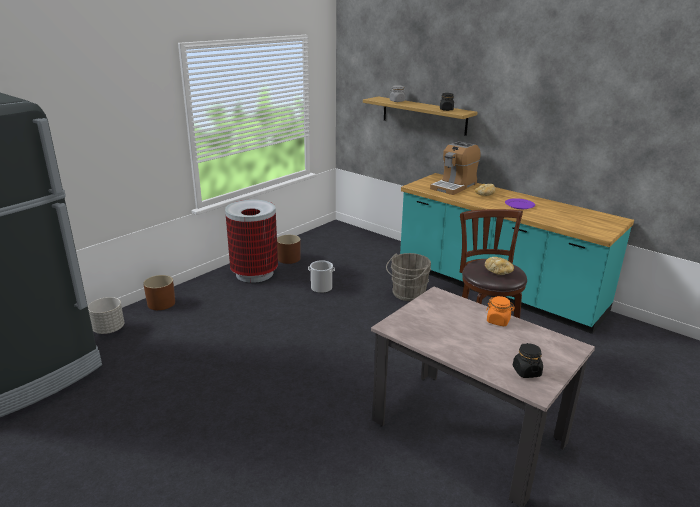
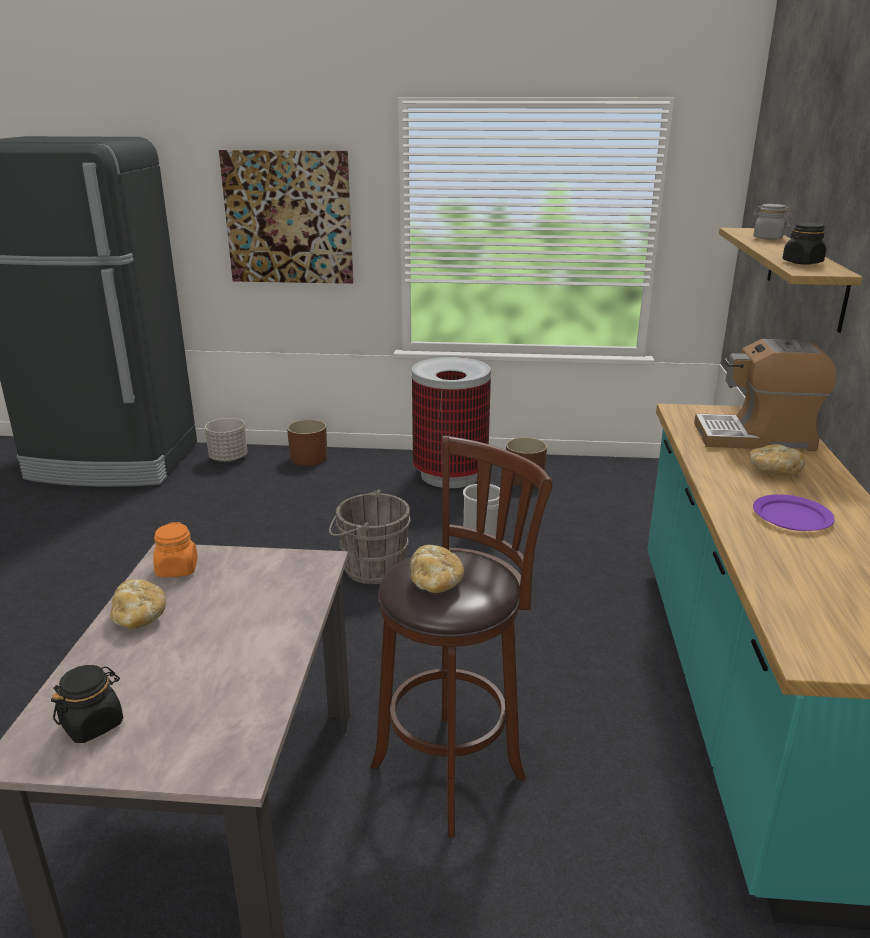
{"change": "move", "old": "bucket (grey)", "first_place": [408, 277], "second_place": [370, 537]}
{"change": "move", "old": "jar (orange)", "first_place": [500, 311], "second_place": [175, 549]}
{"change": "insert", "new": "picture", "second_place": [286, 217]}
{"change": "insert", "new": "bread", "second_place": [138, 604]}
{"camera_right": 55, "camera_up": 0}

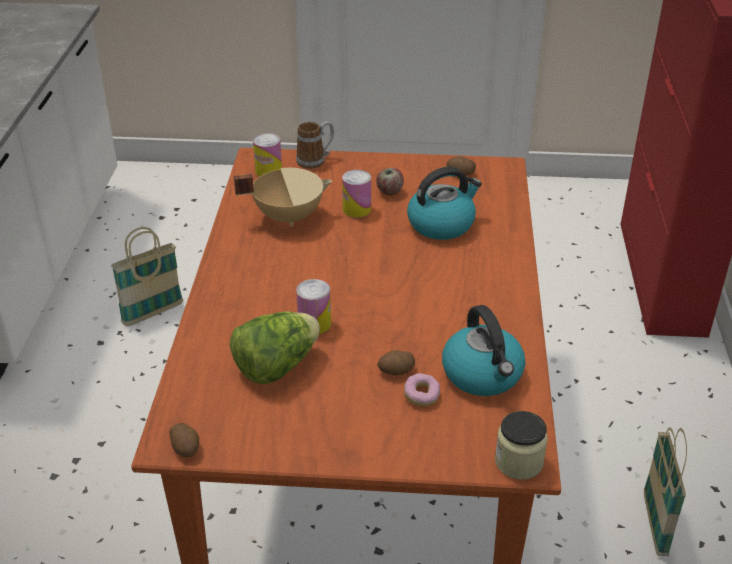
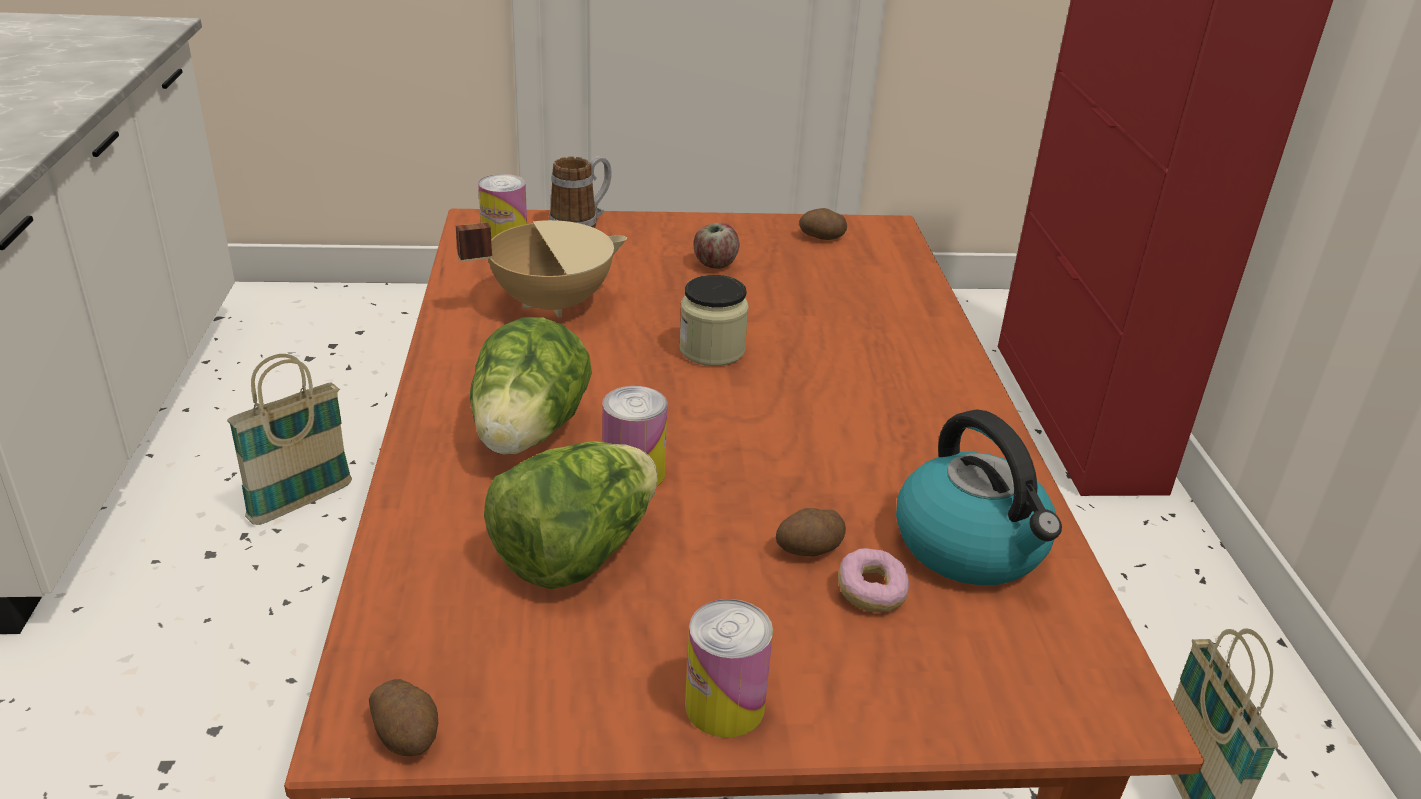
{"change": "delete", "old": "kettle", "first_place": [444, 203]}
{"change": "move", "old": "can", "first_place": [356, 194], "second_place": [729, 668]}
{"change": "move", "old": "jar", "first_place": [521, 445], "second_place": [714, 320]}
{"change": "insert", "new": "lettuce", "second_place": [531, 386]}
{"camera_right": -10, "camera_up": -5}

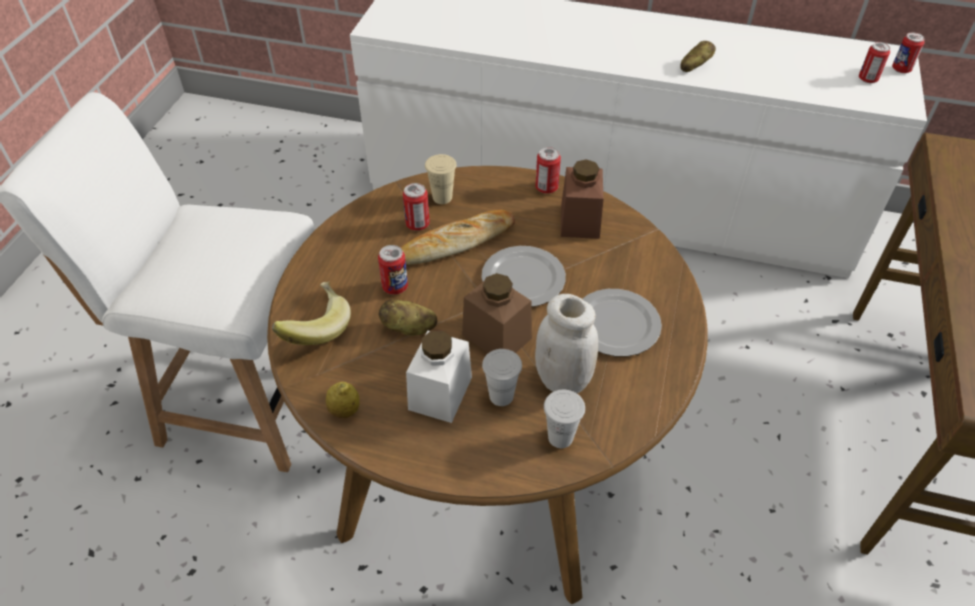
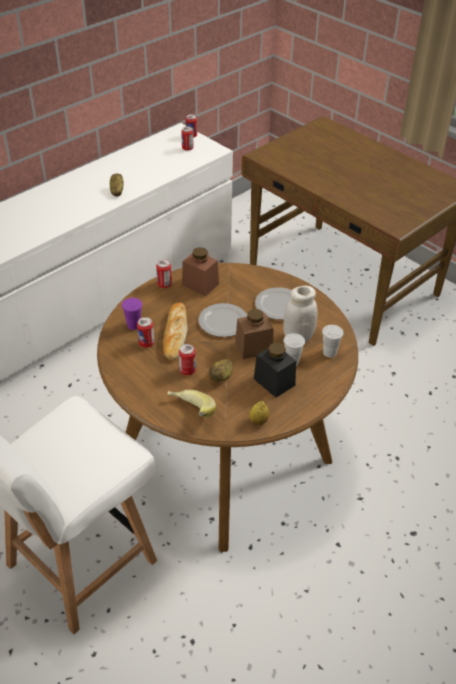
{"change": "recolor", "old": "cup (beige)", "new": "cup (purple)", "first_place": [441, 179], "second_place": [132, 314]}
{"change": "recolor", "old": "jar (white)", "new": "jar (black)", "first_place": [439, 377], "second_place": [275, 370]}
{"camera_right": -60, "camera_up": -5}

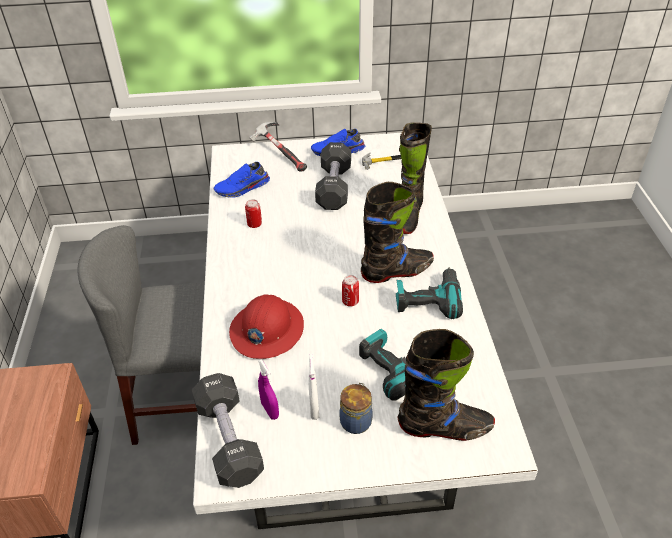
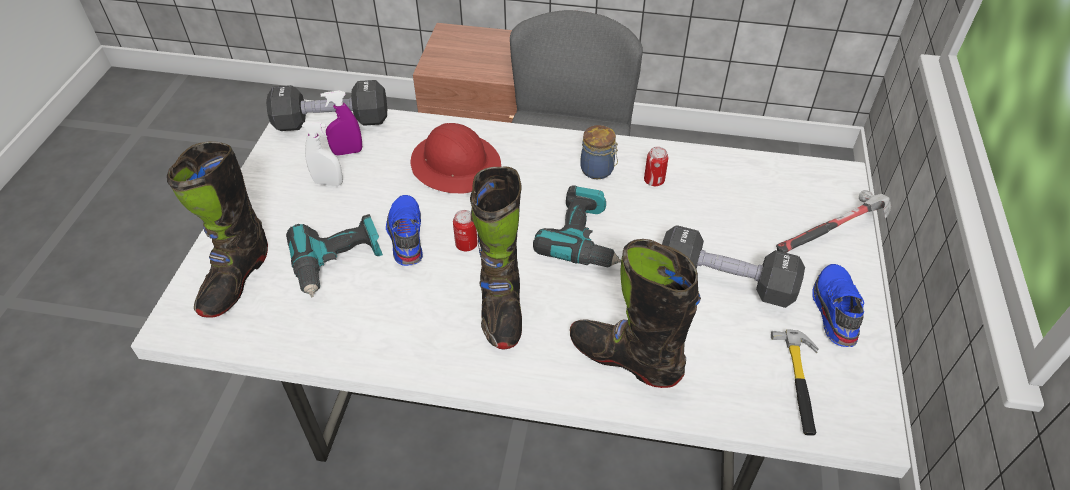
{"change": "move", "old": "shoe (blue)", "first_place": [241, 180], "second_place": [404, 230]}
{"change": "move", "old": "power drill", "first_place": [429, 293], "second_place": [577, 227]}
{"change": "move", "old": "jar", "first_place": [356, 408], "second_place": [599, 152]}
{"camera_right": 105, "camera_up": 5}

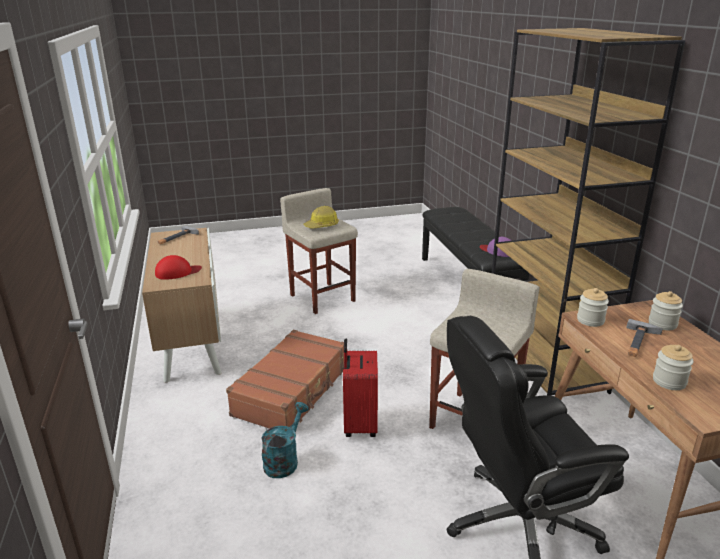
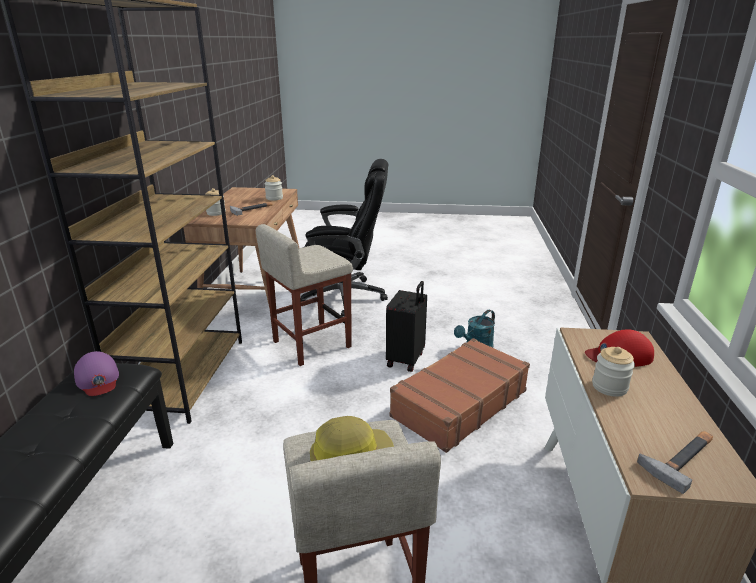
{"change": "move", "old": "jar", "first_place": [593, 307], "second_place": [613, 372]}
{"change": "recolor", "old": "suitcase (red)", "new": "suitcase (black)", "first_place": [360, 388], "second_place": [406, 326]}
{"camera_right": -160, "camera_up": 0}

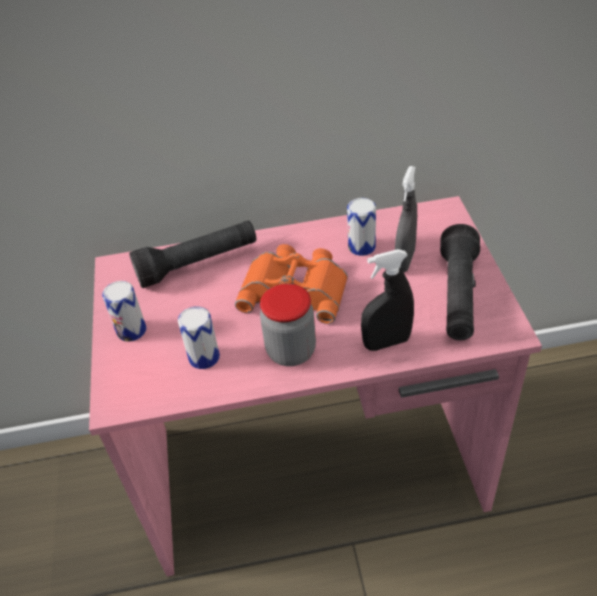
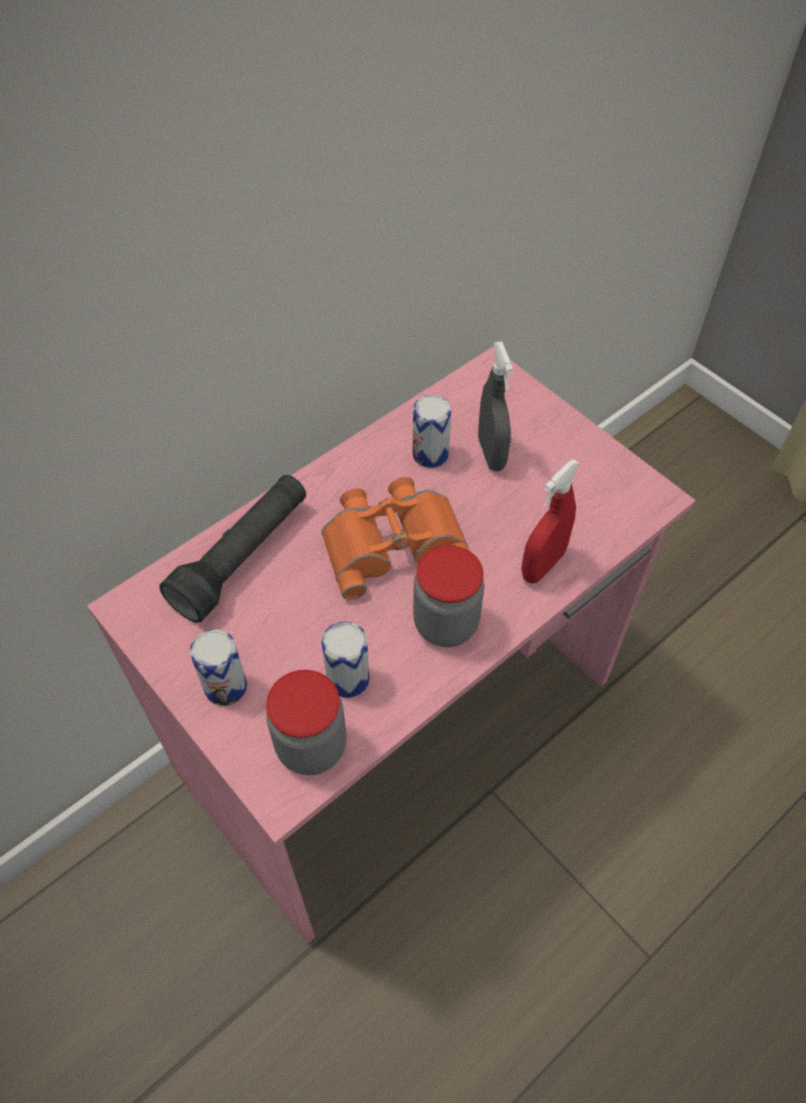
{"change": "delete", "old": "flashlight (black)", "first_place": [460, 282]}
{"change": "recolor", "old": "spray bottle (black)", "new": "spray bottle (red)", "first_place": [387, 300], "second_place": [550, 521]}
{"change": "insert", "new": "jar", "second_place": [306, 722]}
{"camera_right": -35, "camera_up": 10}

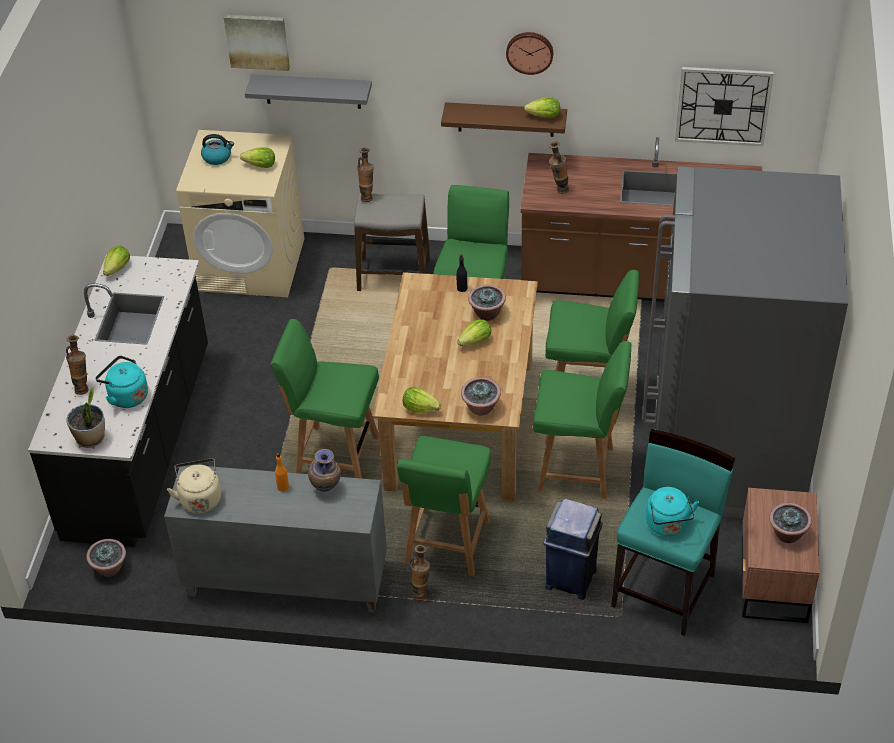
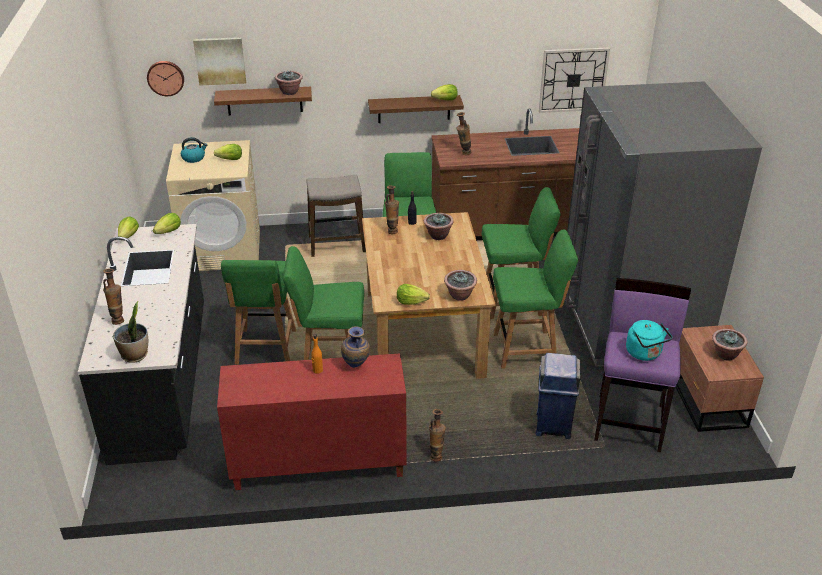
{"change": "move", "old": "wall clock", "first_place": [529, 53], "second_place": [165, 78]}
{"change": "recolor", "old": "shelf (grey)", "new": "shelf (brown)", "first_place": [308, 91], "second_place": [263, 101]}
{"change": "move", "old": "vase", "first_place": [365, 174], "second_place": [392, 209]}
{"change": "move", "old": "lettuce", "first_place": [474, 332], "second_place": [167, 223]}
{"change": "delete", "old": "kettle (turquoise)", "first_place": [121, 382]}
{"change": "recolor", "old": "stool (turquoise)", "new": "stool (purple)", "first_place": [673, 532], "second_place": [642, 365]}
{"change": "move", "old": "chair (green)", "first_place": [444, 506], "second_place": [258, 312]}
{"change": "delete", "old": "kettle (beige)", "first_place": [194, 485]}
{"change": "recolor", "old": "cabinet (grey)", "new": "cabinet (red)", "first_place": [275, 539], "second_place": [312, 421]}
{"change": "move", "old": "potted plant", "first_place": [106, 558], "second_place": [289, 82]}
{"camera_right": -15, "camera_up": -10}

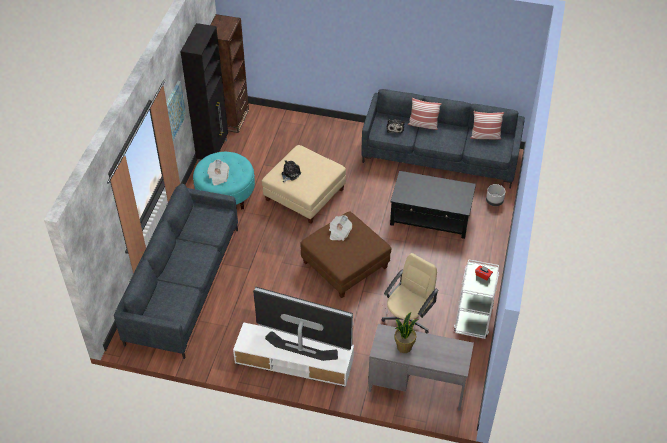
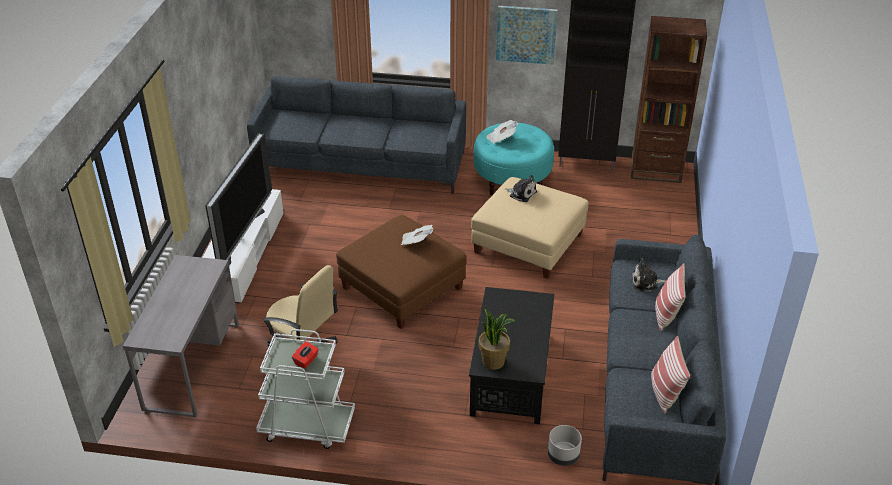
{"change": "move", "old": "potted plant", "first_place": [406, 332], "second_place": [496, 339]}
{"camera_right": 85, "camera_up": -10}

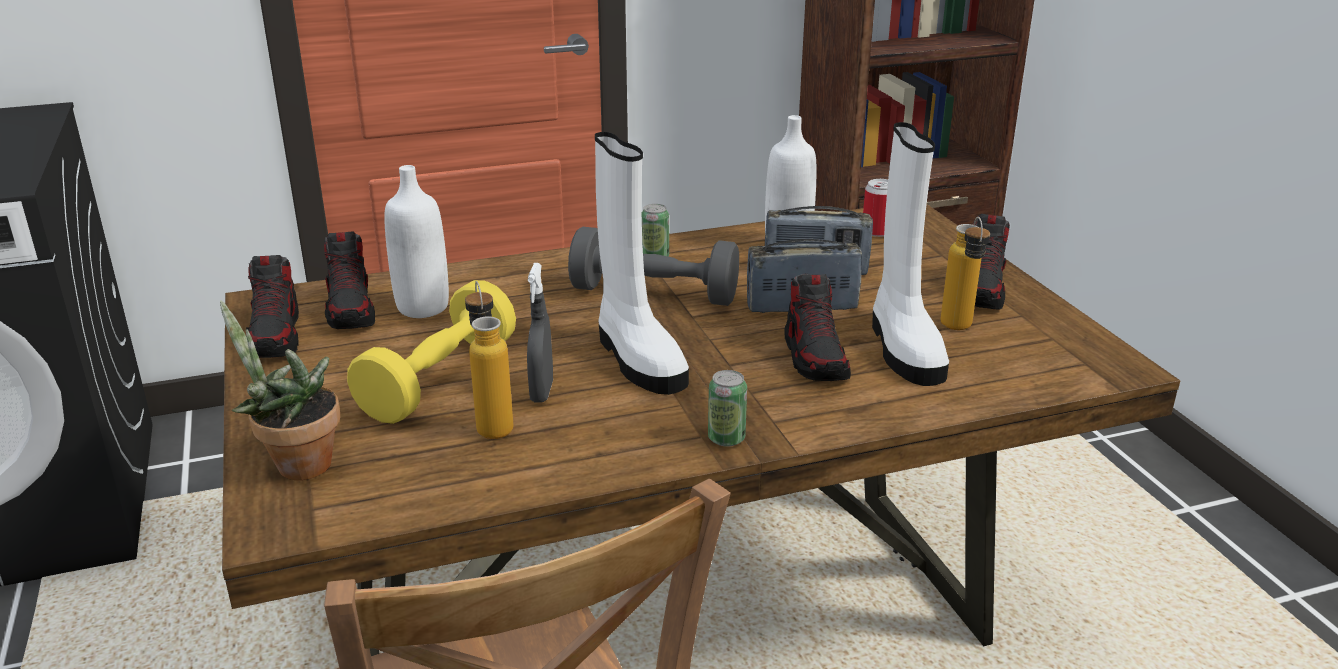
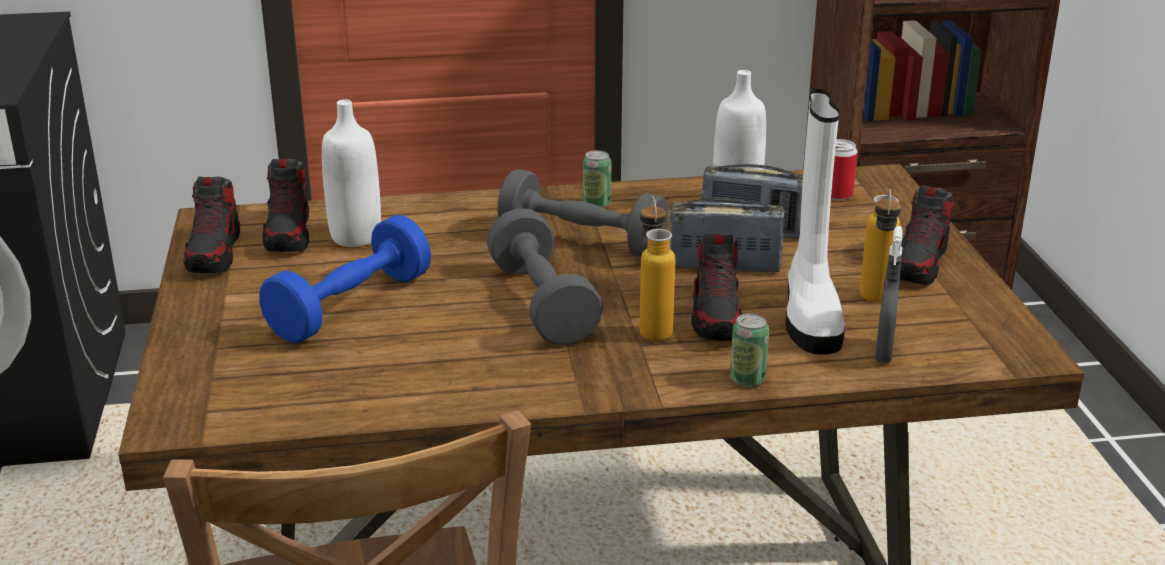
{"change": "replace", "old": "boot (white)", "new": "dumbbell (grey)", "first_place": [642, 263], "second_place": [545, 276]}
{"change": "move", "old": "spray bottle (grey)", "first_place": [540, 333], "second_place": [889, 294]}
{"change": "recolor", "old": "dumbbell (yellow)", "new": "dumbbell (blue)", "first_place": [431, 352], "second_place": [345, 279]}
{"change": "move", "old": "bottle", "first_place": [489, 360], "second_place": [657, 268]}
{"change": "delete", "old": "potted plant", "first_place": [280, 390]}
{"change": "move", "old": "can", "first_place": [727, 408], "second_place": [749, 349]}
{"camera_right": 10, "camera_up": 0}

